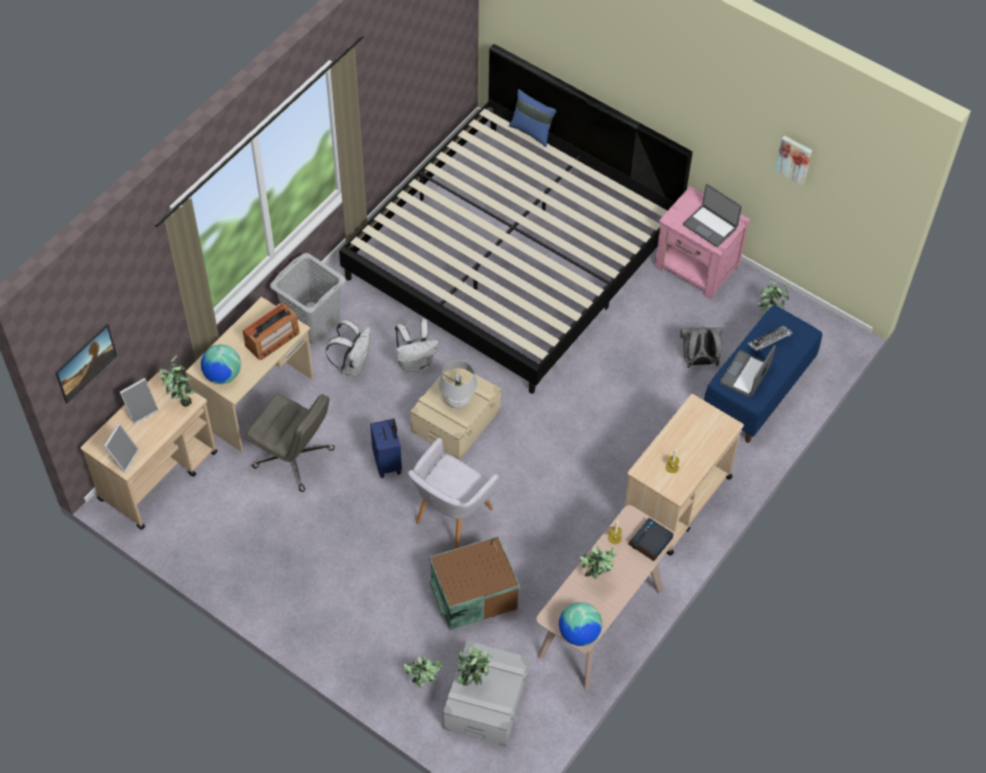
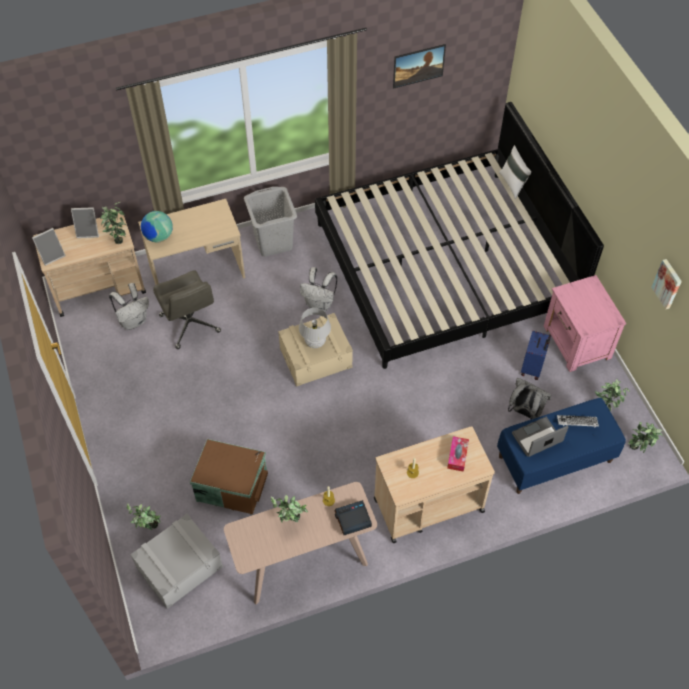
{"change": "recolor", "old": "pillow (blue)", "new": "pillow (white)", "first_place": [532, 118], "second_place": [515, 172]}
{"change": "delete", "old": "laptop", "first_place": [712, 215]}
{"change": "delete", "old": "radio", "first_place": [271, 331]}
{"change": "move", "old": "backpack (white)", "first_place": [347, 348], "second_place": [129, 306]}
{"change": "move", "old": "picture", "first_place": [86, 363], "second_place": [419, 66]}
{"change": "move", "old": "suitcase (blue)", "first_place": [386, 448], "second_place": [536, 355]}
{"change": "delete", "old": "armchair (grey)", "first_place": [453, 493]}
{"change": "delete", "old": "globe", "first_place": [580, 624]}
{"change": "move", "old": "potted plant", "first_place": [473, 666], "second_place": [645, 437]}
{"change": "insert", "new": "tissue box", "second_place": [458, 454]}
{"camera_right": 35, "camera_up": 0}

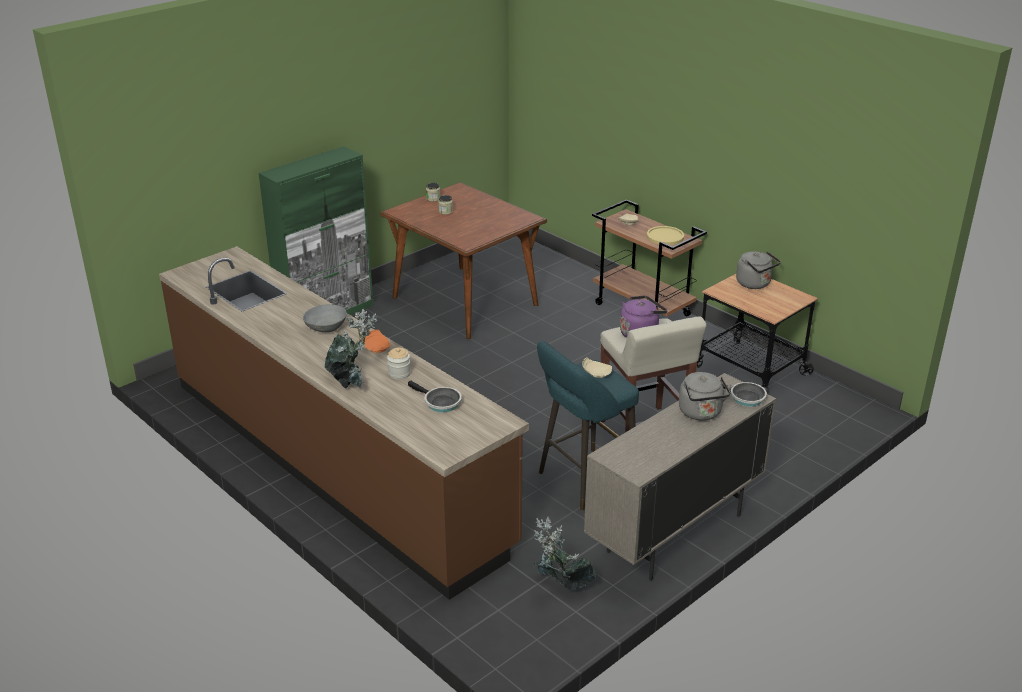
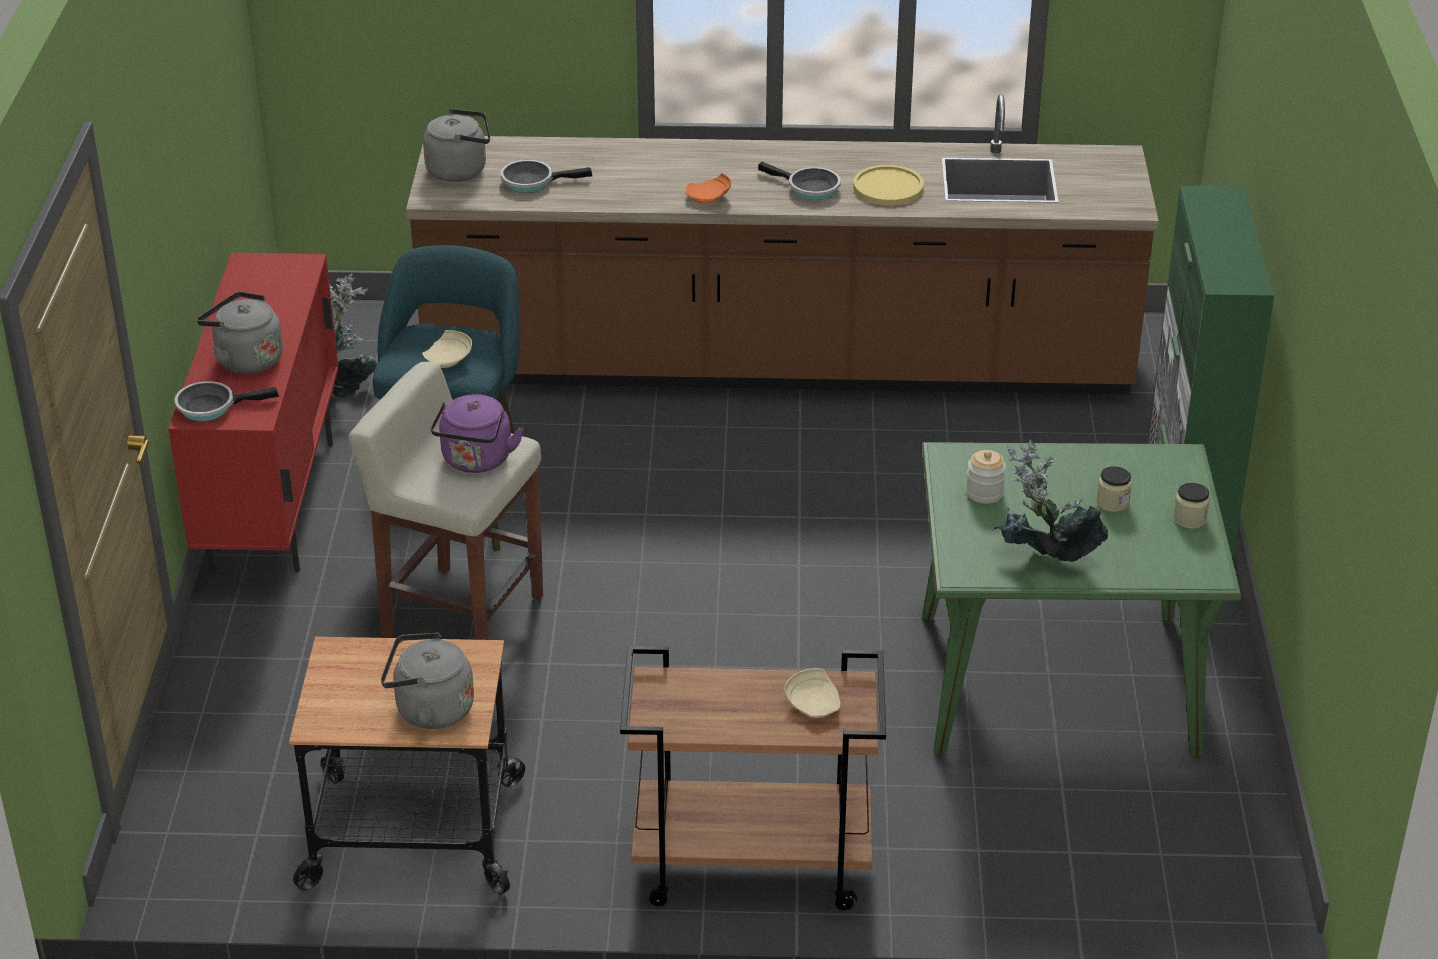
{"change": "recolor", "old": "dining table (brown)", "new": "dining table (green)", "first_place": [463, 260], "second_place": [1081, 600]}
{"change": "move", "old": "plate (yellow)", "first_place": [665, 235], "second_place": [888, 185]}
{"change": "replace", "old": "bowl (grey)", "new": "frying pan", "first_place": [325, 318], "second_place": [799, 181]}
{"change": "move", "old": "potted plant", "first_place": [351, 349], "second_place": [1050, 501]}
{"change": "move", "old": "jar", "first_place": [399, 364], "second_place": [986, 477]}
{"change": "recolor", "old": "cabinet (beige)", "new": "cabinet (red)", "first_place": [680, 477], "second_place": [253, 413]}
{"change": "insert", "new": "kettle (grey)", "second_place": [456, 145]}
{"camera_right": 135, "camera_up": 5}

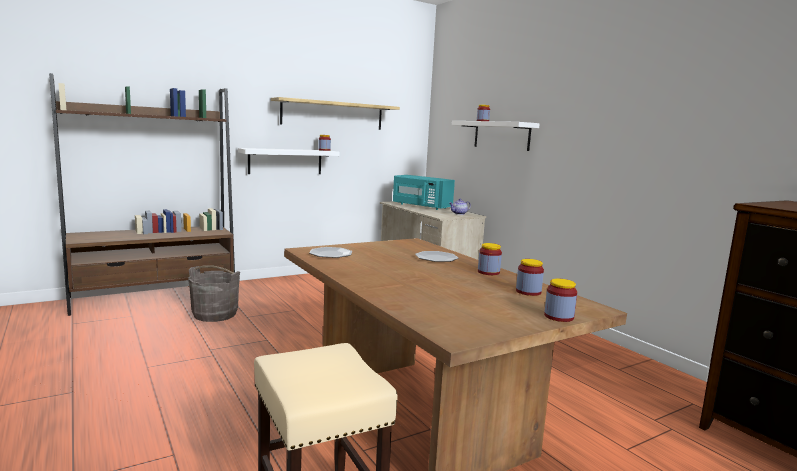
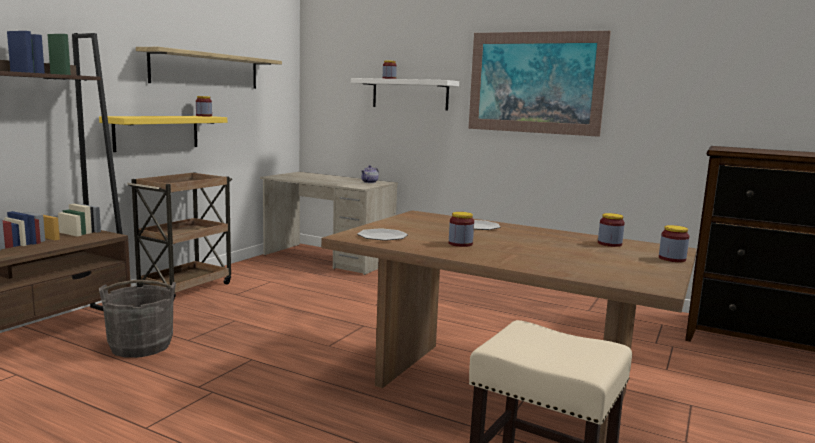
{"change": "recolor", "old": "shelf (white)", "new": "shelf (yellow)", "first_place": [289, 161], "second_place": [163, 134]}
{"change": "delete", "old": "microwave (turquoise)", "first_place": [424, 192]}
{"change": "move", "old": "jar", "first_place": [490, 259], "second_place": [461, 229]}
{"change": "insert", "new": "picture", "second_place": [540, 84]}
{"change": "insert", "new": "cart (brown)", "second_place": [179, 235]}
{"camera_right": -30, "camera_up": 0}

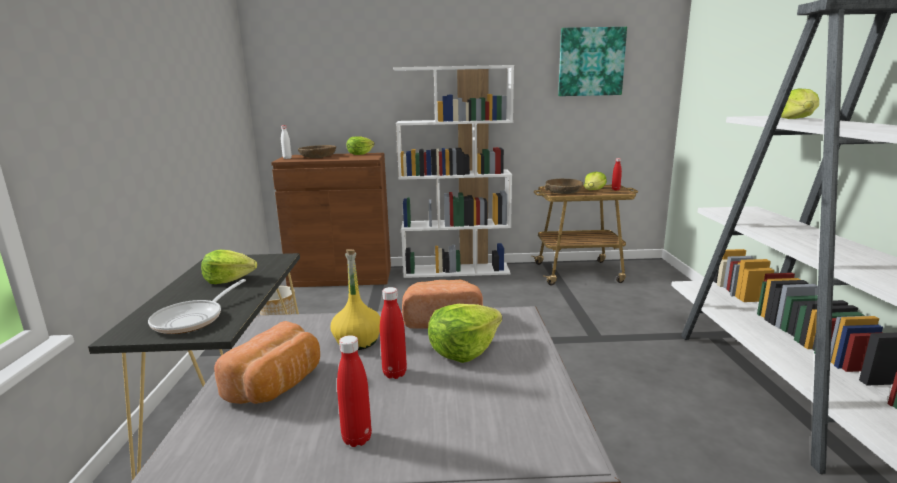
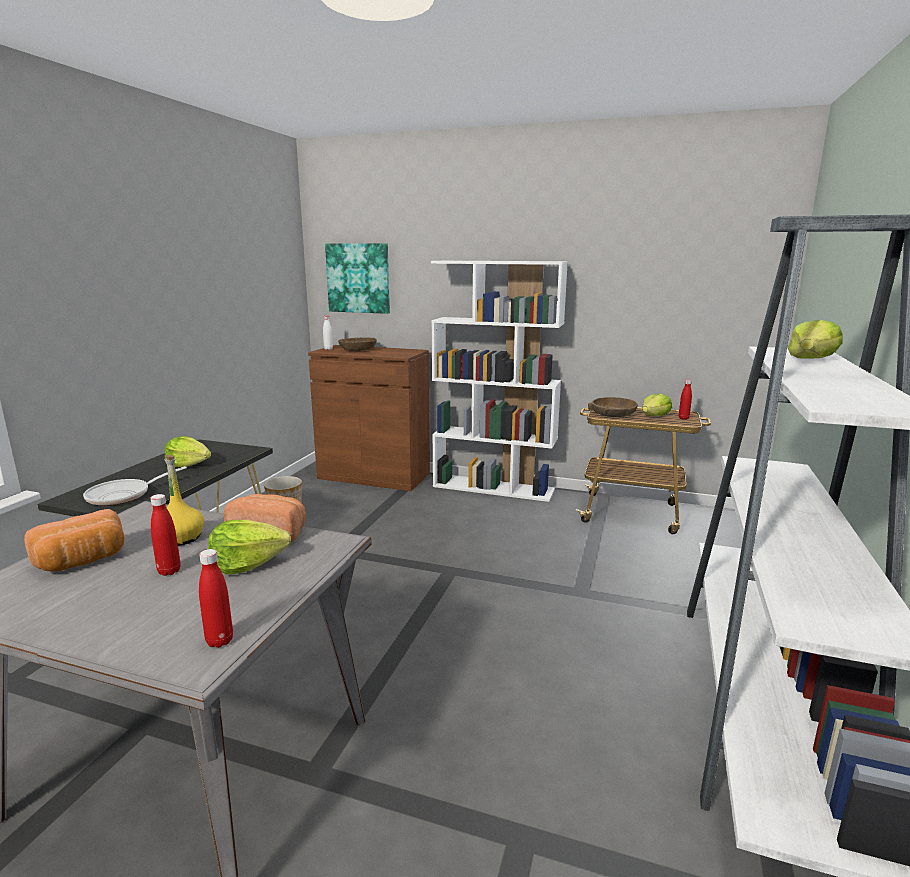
{"change": "move", "old": "picture", "first_place": [592, 61], "second_place": [357, 278]}
{"change": "delete", "old": "lettuce", "first_place": [361, 145]}
{"change": "move", "old": "bottle (red)", "first_place": [354, 391], "second_place": [216, 598]}
{"camera_right": 20, "camera_up": 0}

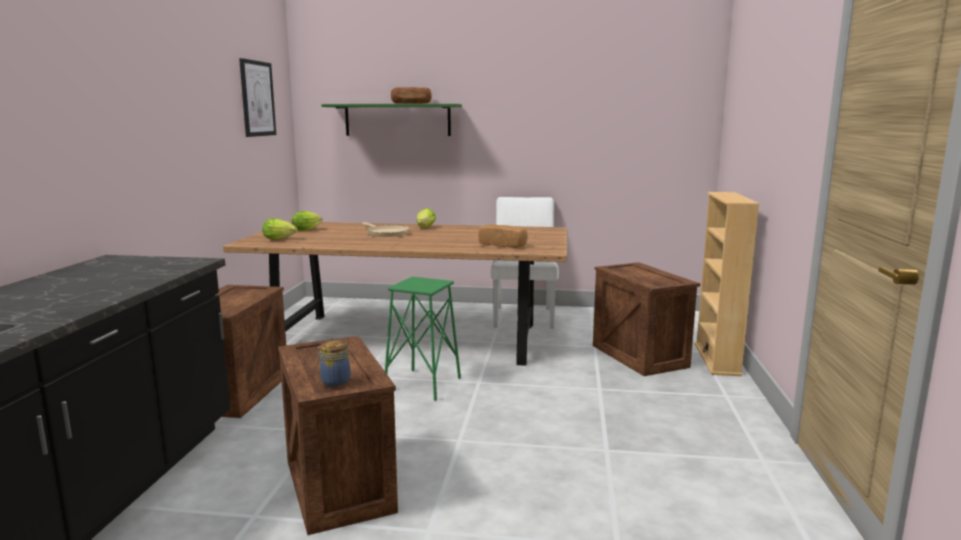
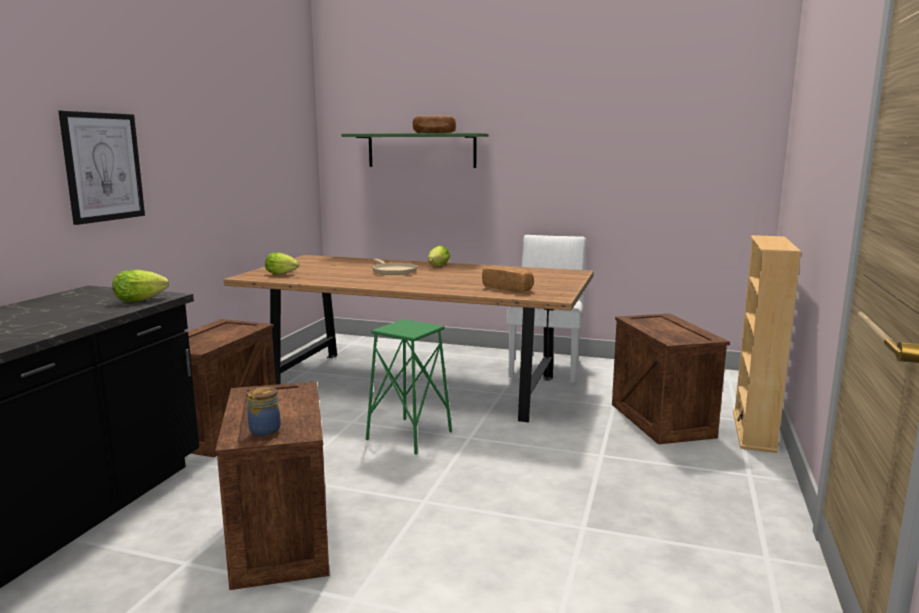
{"change": "move", "old": "picture", "first_place": [257, 97], "second_place": [101, 168]}
{"change": "move", "old": "lettuce", "first_place": [307, 221], "second_place": [141, 285]}
{"camera_right": 10, "camera_up": 0}

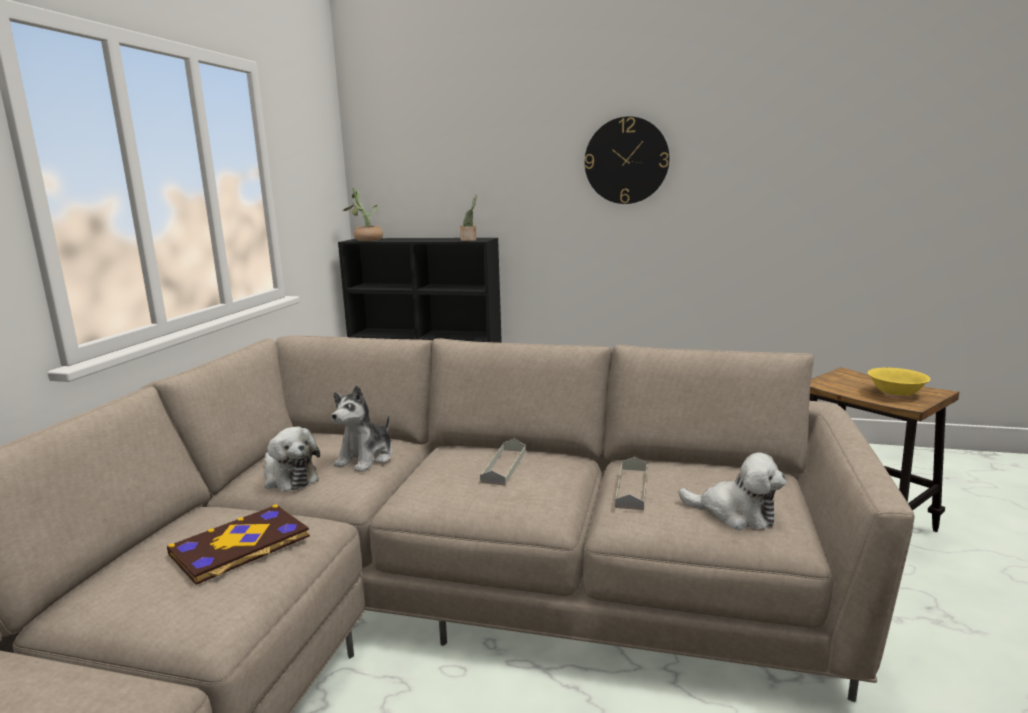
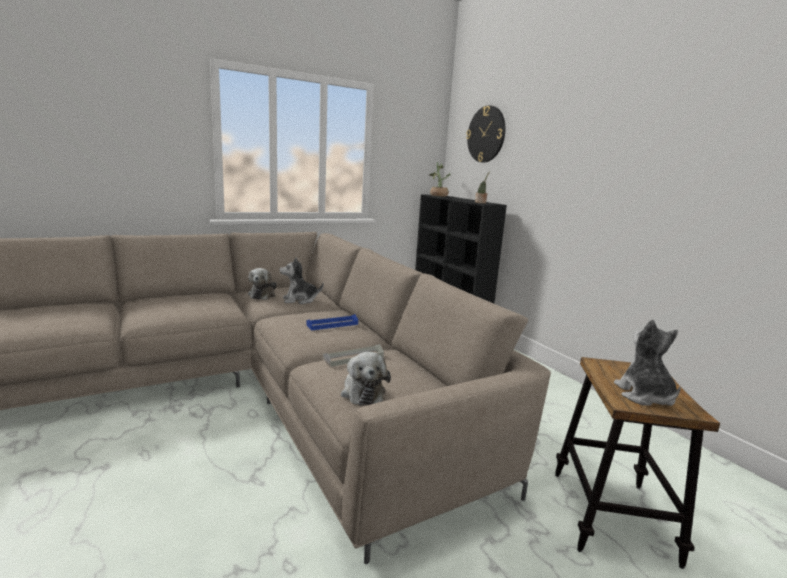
{"change": "move", "old": "wall clock", "first_place": [627, 160], "second_place": [485, 134]}
{"change": "replace", "old": "bowl (yellow)", "new": "plush toy", "first_place": [899, 383], "second_place": [647, 362]}
{"change": "recolor", "old": "tray (grey)", "new": "tray (blue)", "first_place": [503, 462], "second_place": [332, 322]}
{"change": "delete", "old": "book", "first_place": [238, 544]}
{"camera_right": 45, "camera_up": 0}

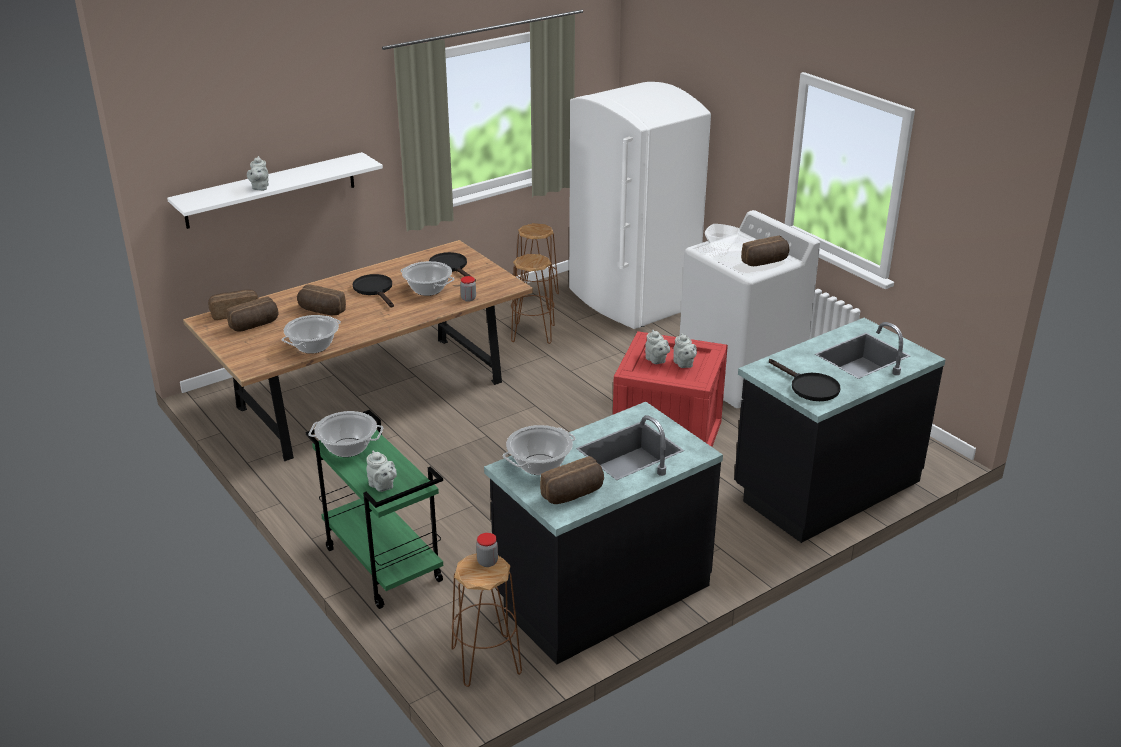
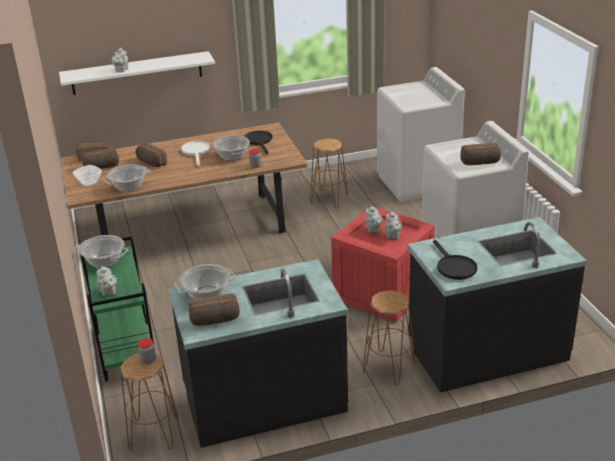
{"change": "replace", "old": "fridge (white)", "new": "washing machine (white)", "first_place": [640, 205], "second_place": [421, 134]}
{"change": "move", "old": "stool (brown)", "first_place": [536, 266], "second_place": [389, 337]}
{"change": "move", "old": "bowl", "first_place": [722, 237], "second_place": [87, 176]}
{"change": "recolor", "old": "frying pan (black)", "new": "frying pan (white)", "first_place": [373, 290], "second_place": [195, 153]}
{"camera_right": 20, "camera_up": 0}

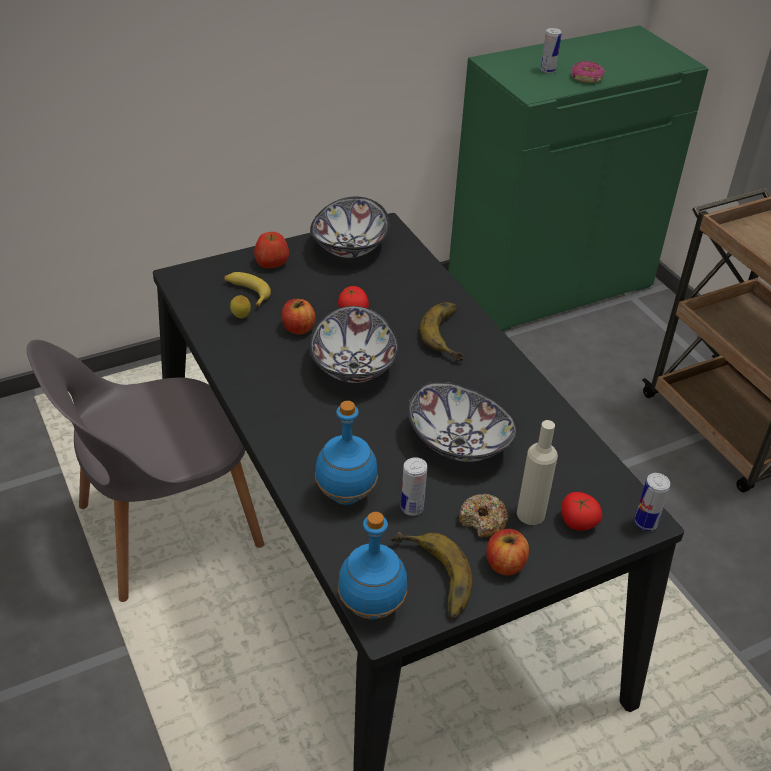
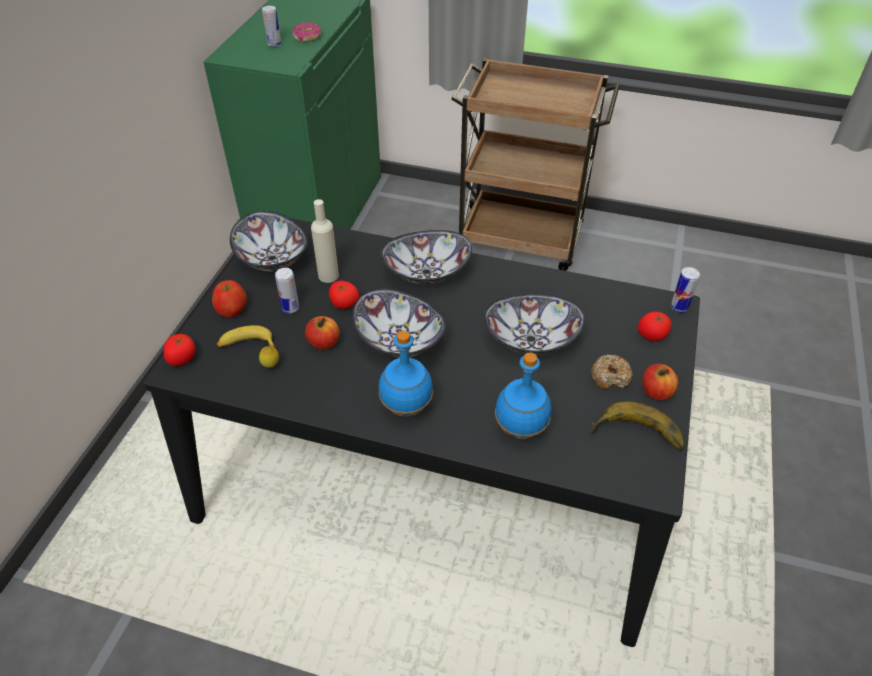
{"change": "replace", "old": "banana", "new": "bowl", "first_place": [442, 331], "second_place": [426, 257]}
{"change": "delete", "old": "chair (grey)", "first_place": [145, 471]}
{"change": "move", "old": "bottle (beige)", "first_place": [537, 472], "second_place": [325, 241]}
{"change": "move", "old": "can", "first_place": [414, 486], "second_place": [287, 290]}
{"change": "move", "old": "bottle (blue)", "first_place": [372, 566], "second_place": [406, 373]}
{"change": "insert", "new": "tomato", "second_place": [180, 350]}
{"camera_right": -45, "camera_up": 5}

